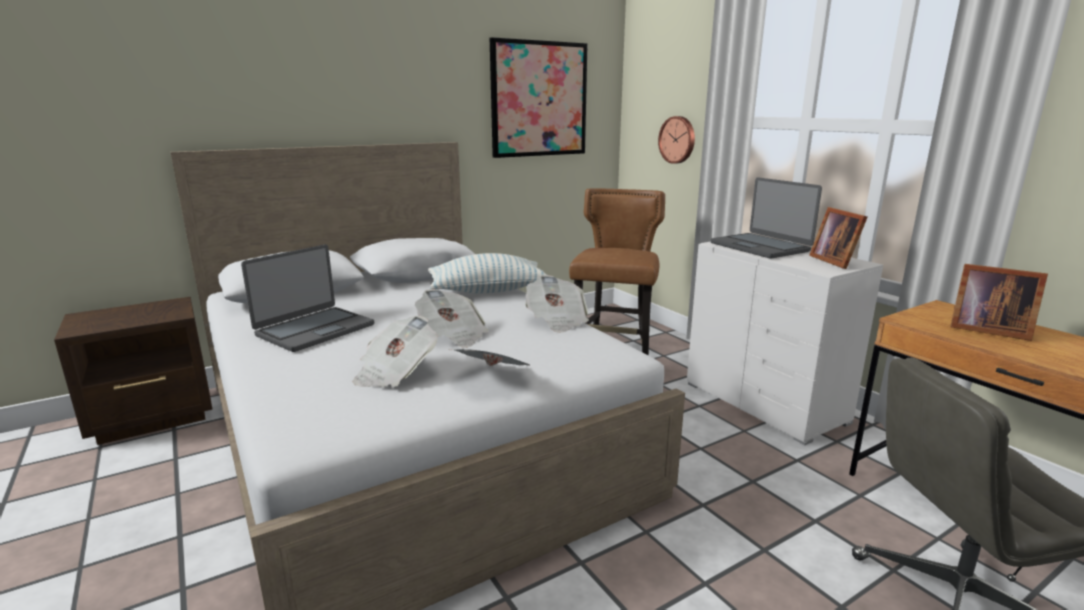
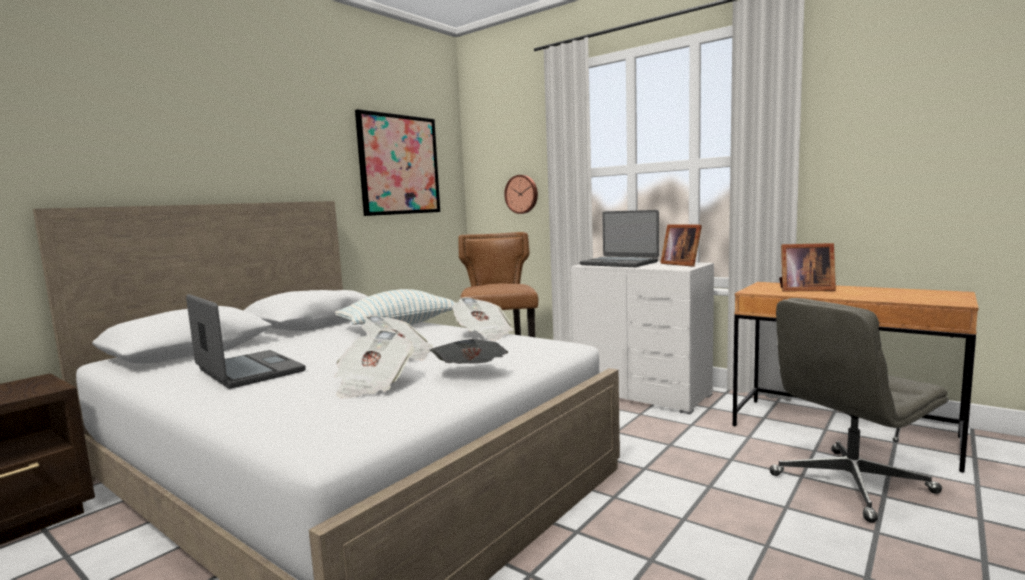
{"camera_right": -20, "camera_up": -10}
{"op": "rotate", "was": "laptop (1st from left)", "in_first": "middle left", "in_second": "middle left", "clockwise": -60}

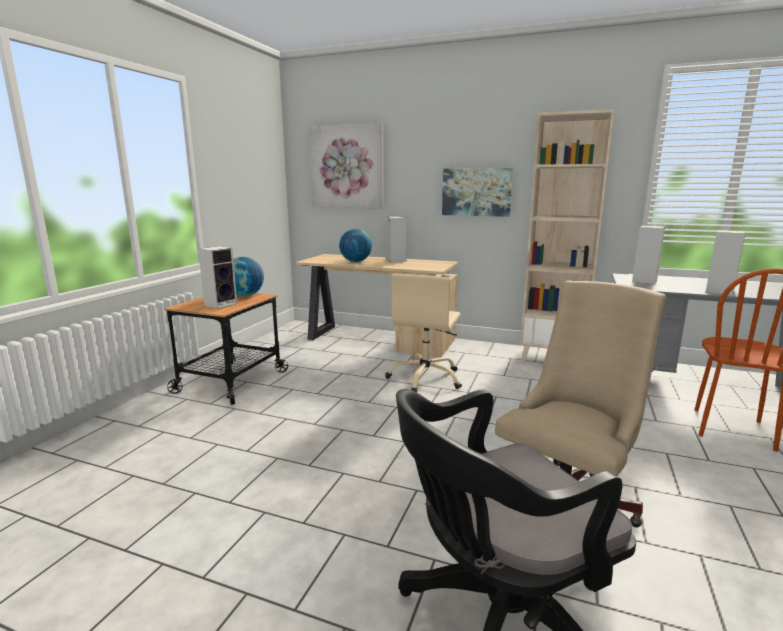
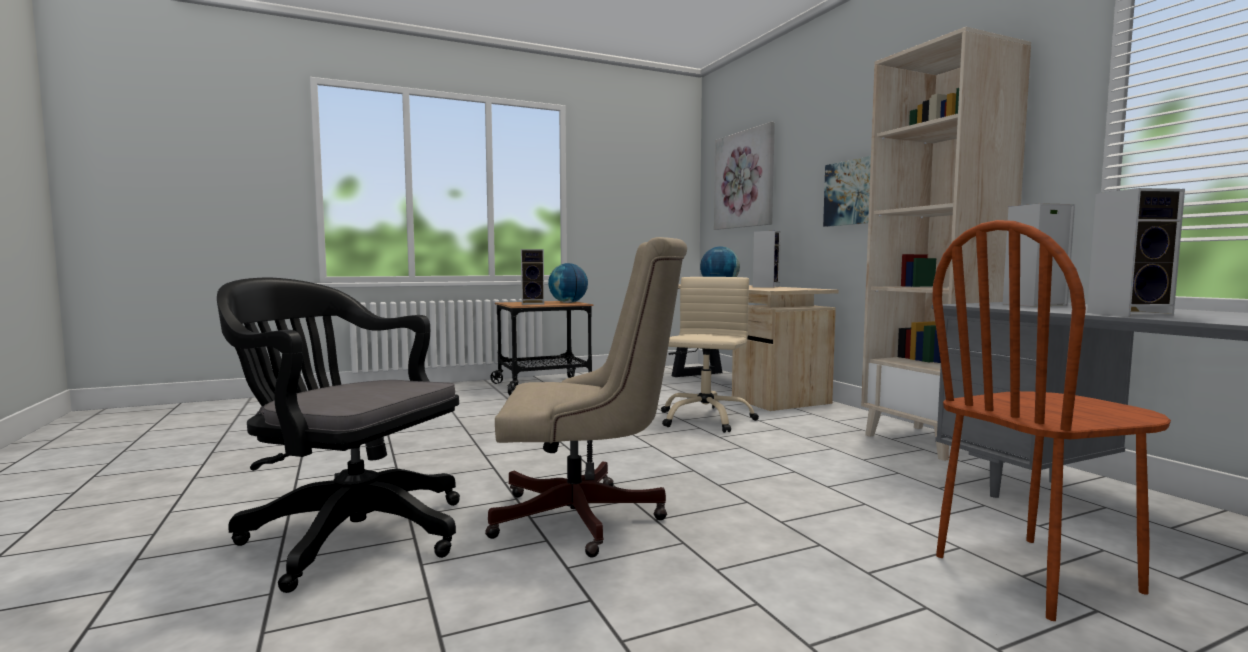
{"camera_right": 45, "camera_up": -10}
{"op": "rotate", "was": "office chair (beige) (1st from left in the first image)", "in_first": "centre", "in_second": "centre", "clockwise": 135}

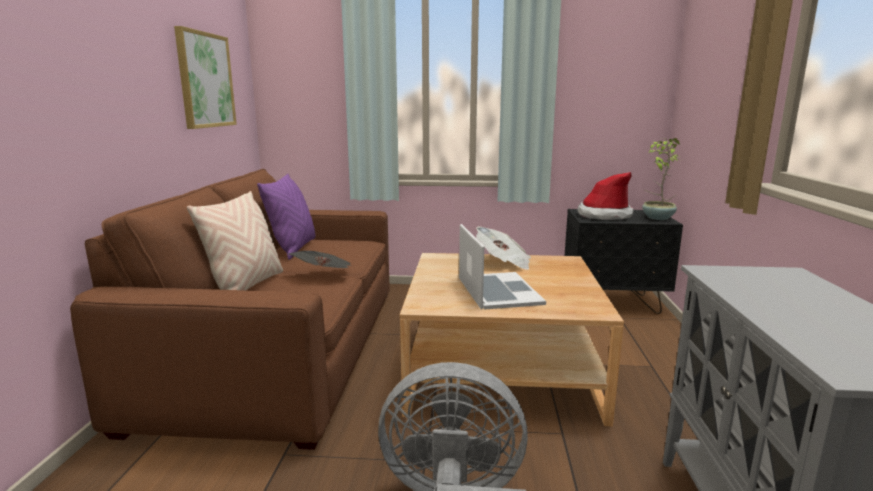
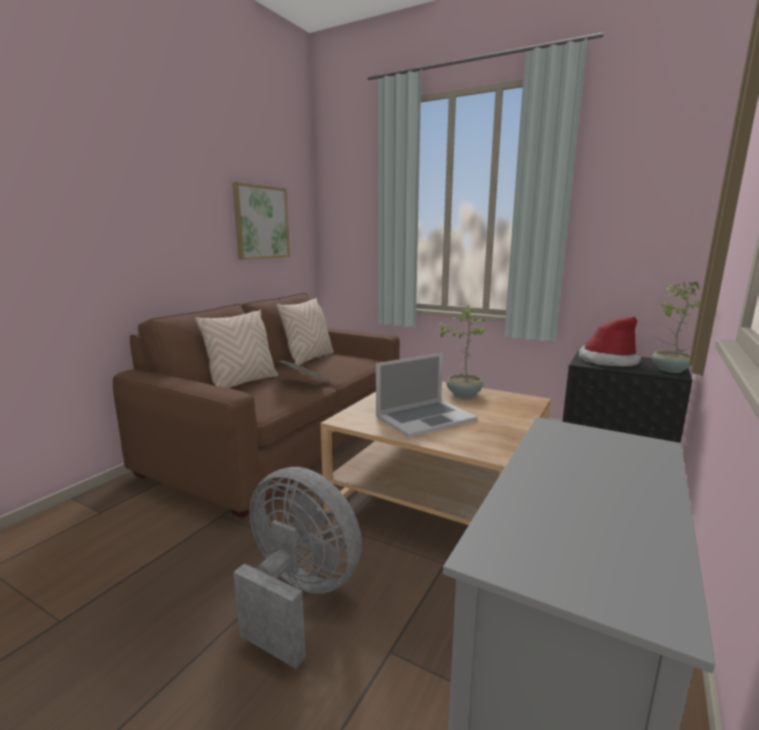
{"camera_right": 25, "camera_up": 0}
{"op": "replace", "was": "newspaper (2nd from left)", "now": "potted plant (1st from left)", "in_first": "centre", "in_second": "centre"}
{"op": "recolor", "was": "pillow (purple)", "now": "pillow (beige) (2nd from left)", "in_first": "middle left", "in_second": "centre"}
{"op": "rotate", "was": "laptop", "in_first": "centre", "in_second": "centre", "clockwise": 45}

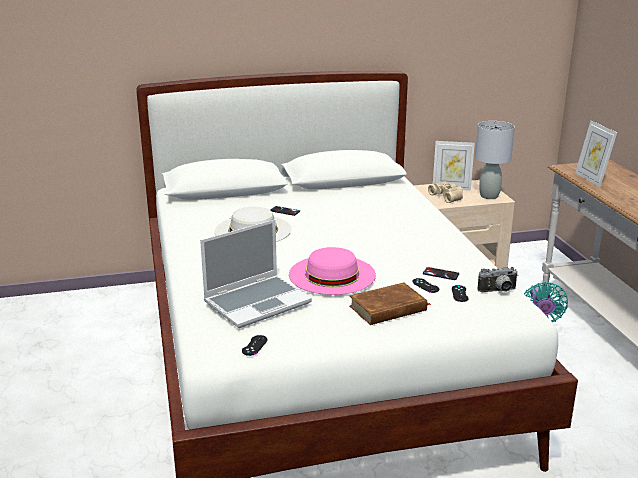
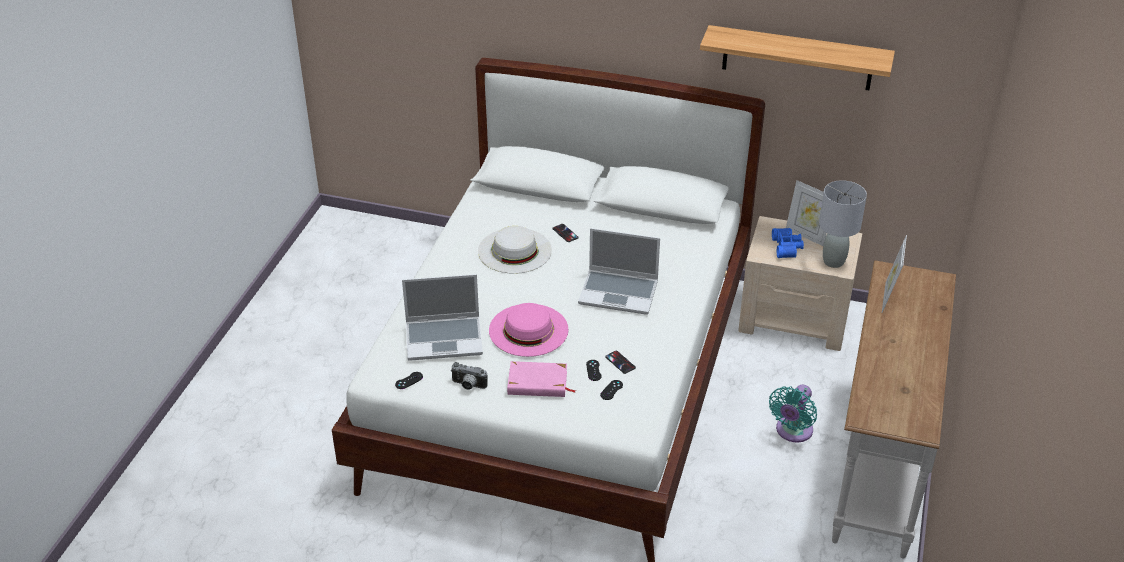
{"camera_right": 30, "camera_up": 15}
{"op": "insert", "now": "laptop (2nd from left)", "in_second": "centre"}
{"op": "insert", "now": "shelf", "in_second": "top right"}
{"op": "move", "was": "photo camera", "in_first": "middle right", "in_second": "bottom centre"}
{"op": "recolor", "was": "book (brown)", "now": "book (pink)", "in_first": "centre", "in_second": "bottom centre"}
{"op": "recolor", "was": "binoculars (beige)", "now": "binoculars (blue)", "in_first": "middle right", "in_second": "middle right"}

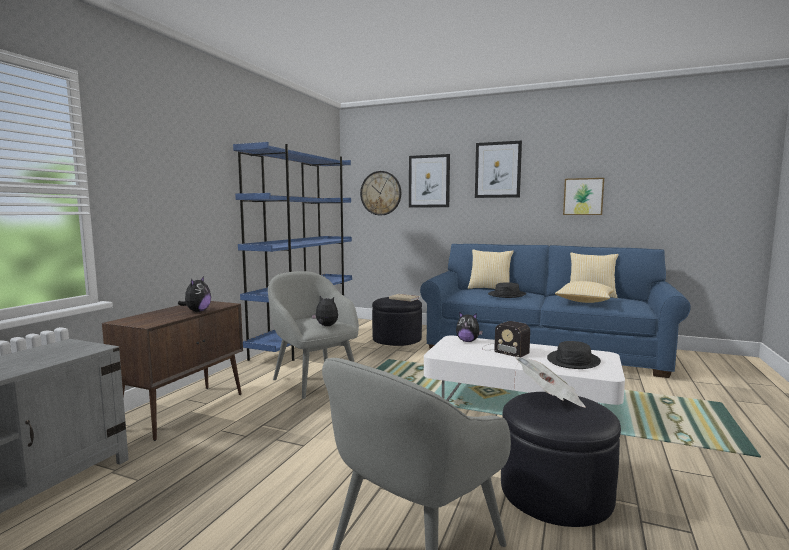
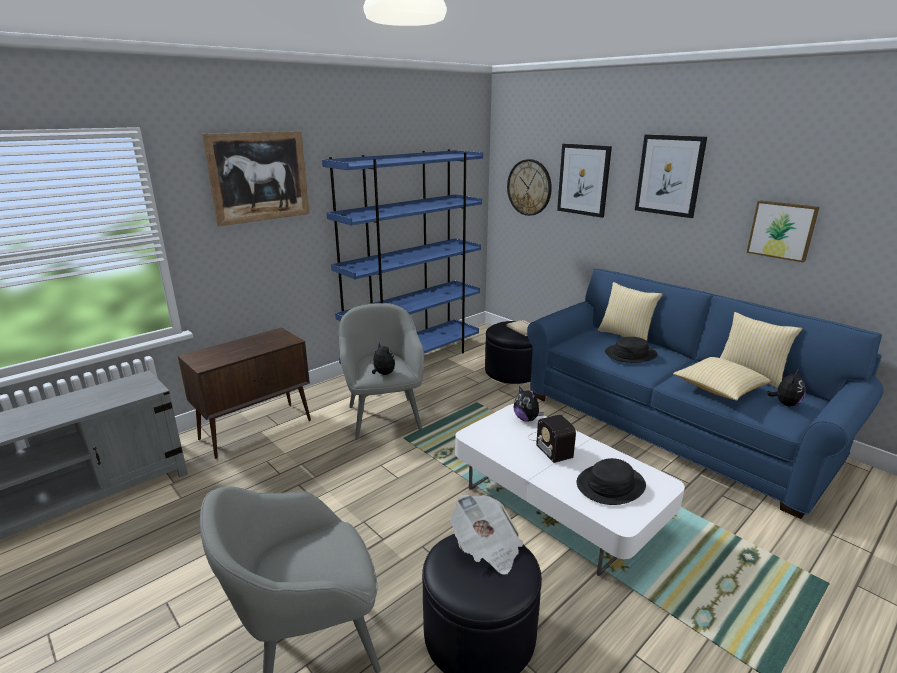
{"camera_right": 25, "camera_up": 15}
{"op": "insert", "now": "picture (1st from left)", "in_second": "top left"}
{"op": "move", "was": "plush toy (1st from left in the first image)", "now": "plush toy (3rd from left)", "in_first": "middle left", "in_second": "middle right"}

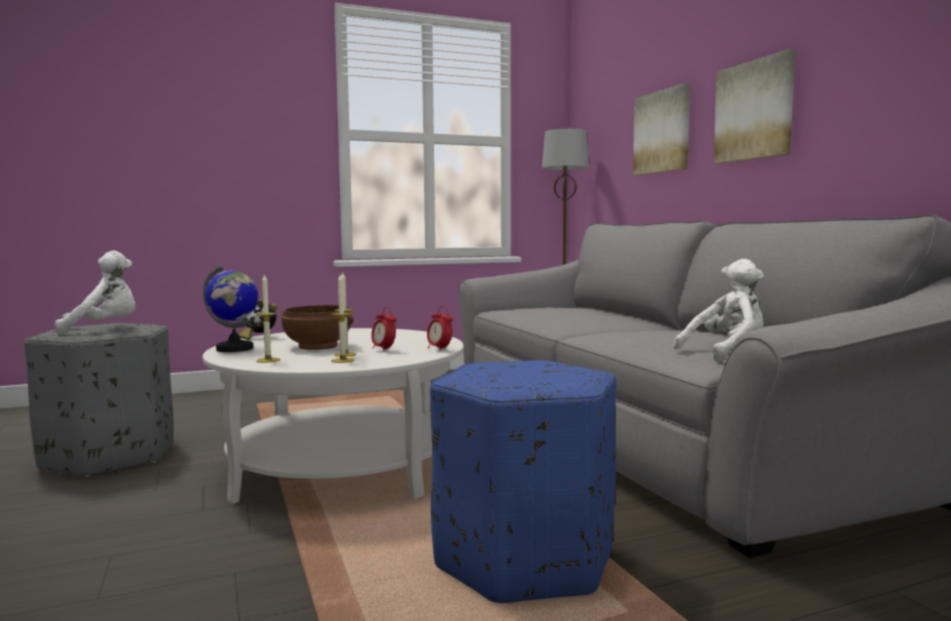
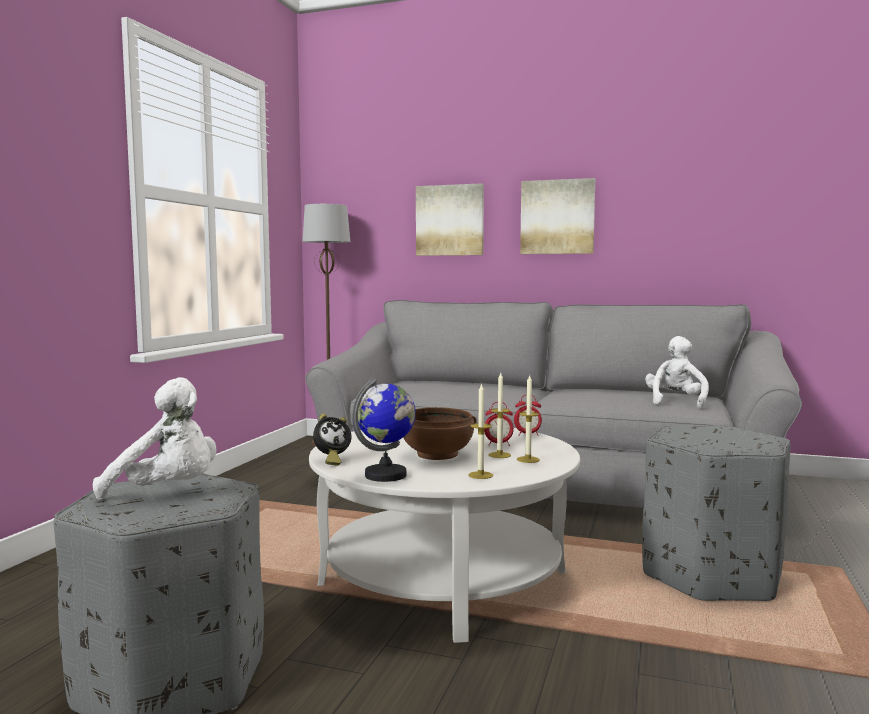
{"camera_right": -50, "camera_up": 0}
{"op": "recolor", "was": "ottoman (blue)", "now": "ottoman (grey) (2nd from left)", "in_first": "bottom centre", "in_second": "bottom right"}
{"op": "rotate", "was": "plush toy (white) (1st from left)", "in_first": "middle left", "in_second": "middle left", "clockwise": 90}

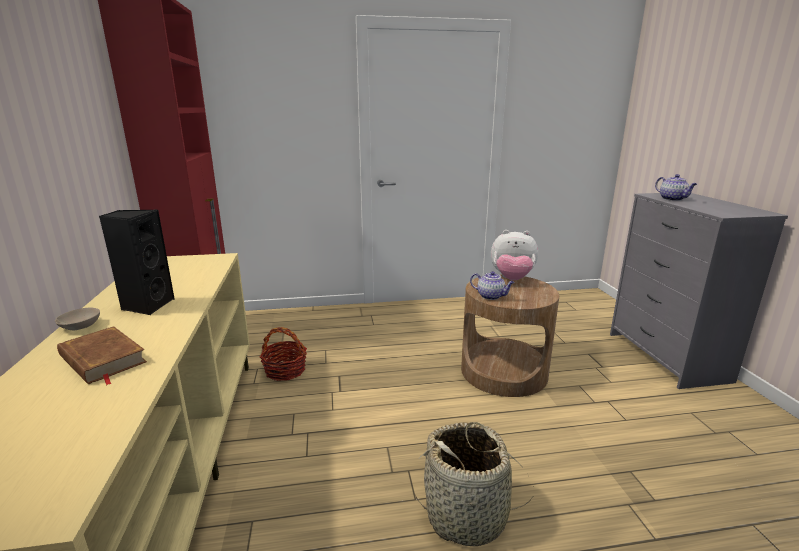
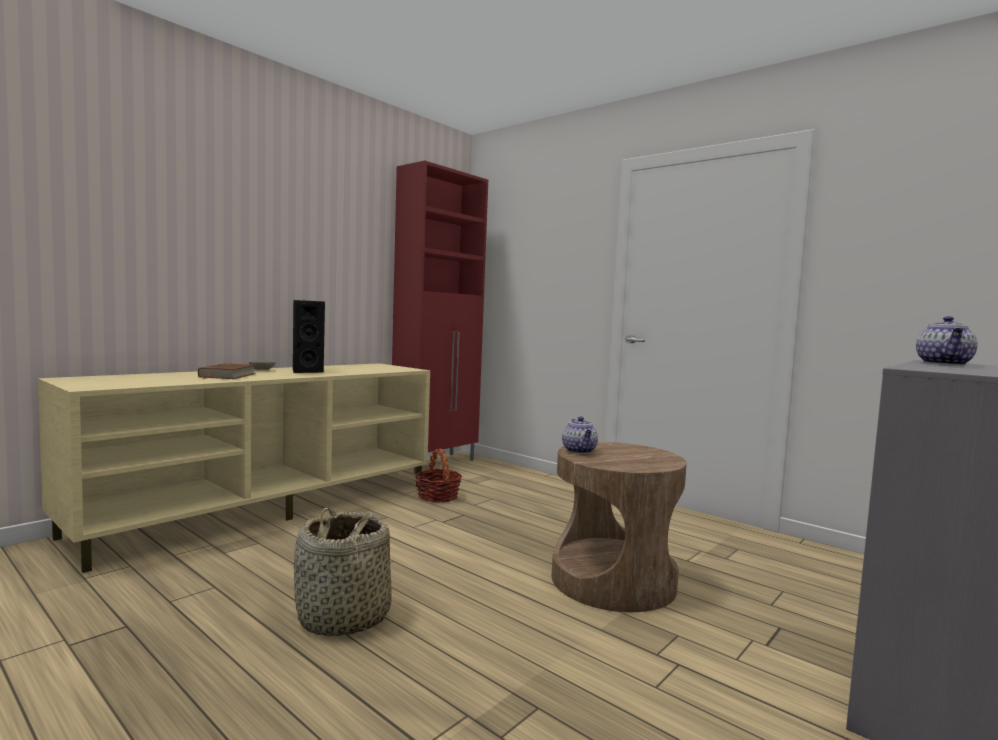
{"camera_right": 50, "camera_up": -15}
{"op": "delete", "was": "plush toy", "in_first": "centre"}

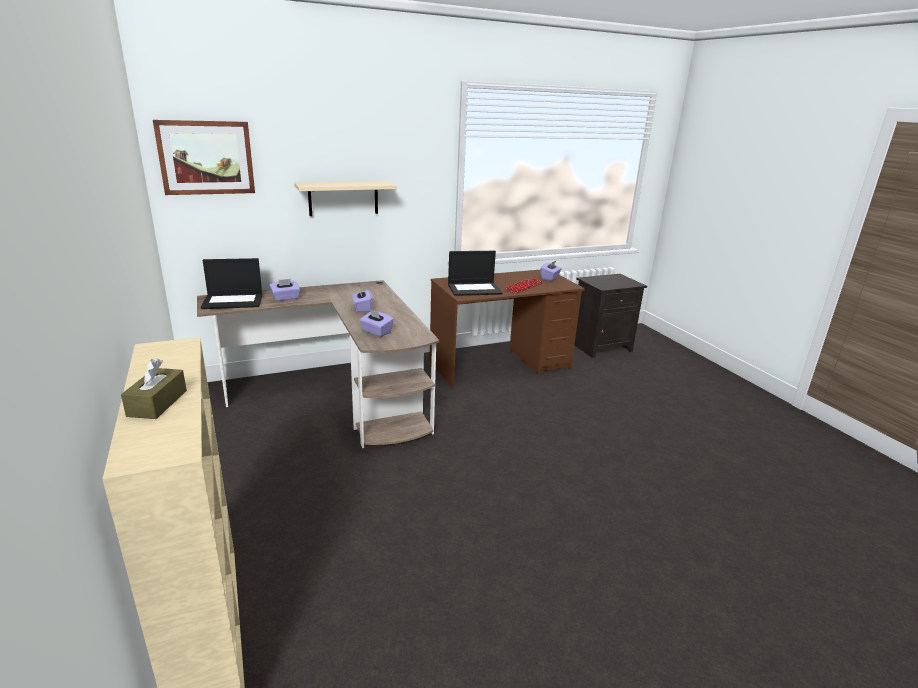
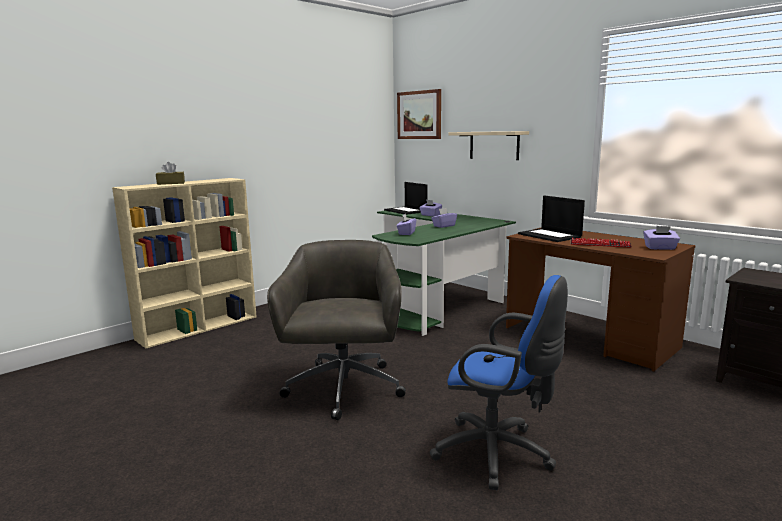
{"camera_right": 70, "camera_up": -10}
{"op": "insert", "now": "office chair (grey)", "in_second": "centre"}
{"op": "insert", "now": "office chair (blue)", "in_second": "bottom centre"}
{"op": "recolor", "was": "desk (brown) (1st from left)", "now": "desk (green)", "in_first": "centre", "in_second": "centre"}

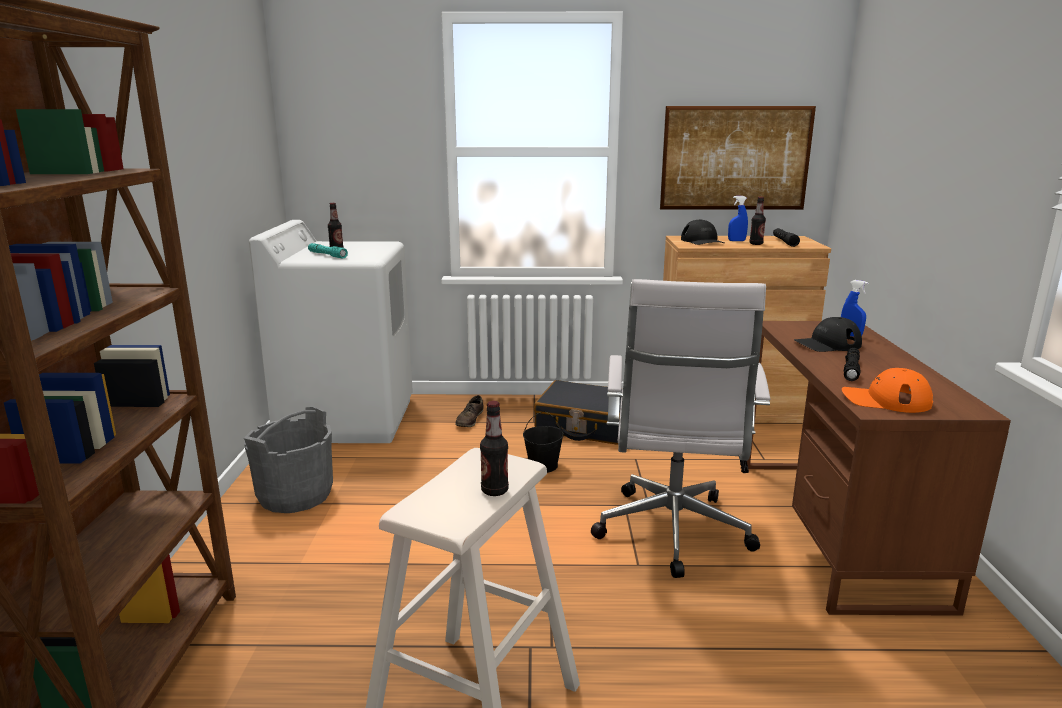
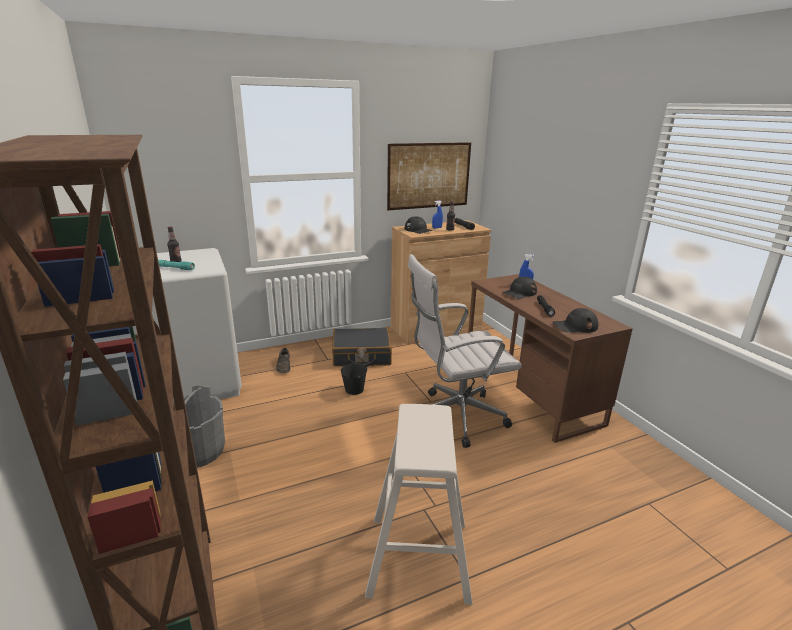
{"camera_right": -25, "camera_up": 5}
{"op": "delete", "was": "bottle (2nd from left)", "in_first": "centre"}
{"op": "recolor", "was": "cap (orange)", "now": "cap (black) (3rd from left)", "in_first": "middle right", "in_second": "middle right"}
{"op": "rotate", "was": "office chair (white)", "in_first": "centre", "in_second": "centre", "clockwise": 90}

